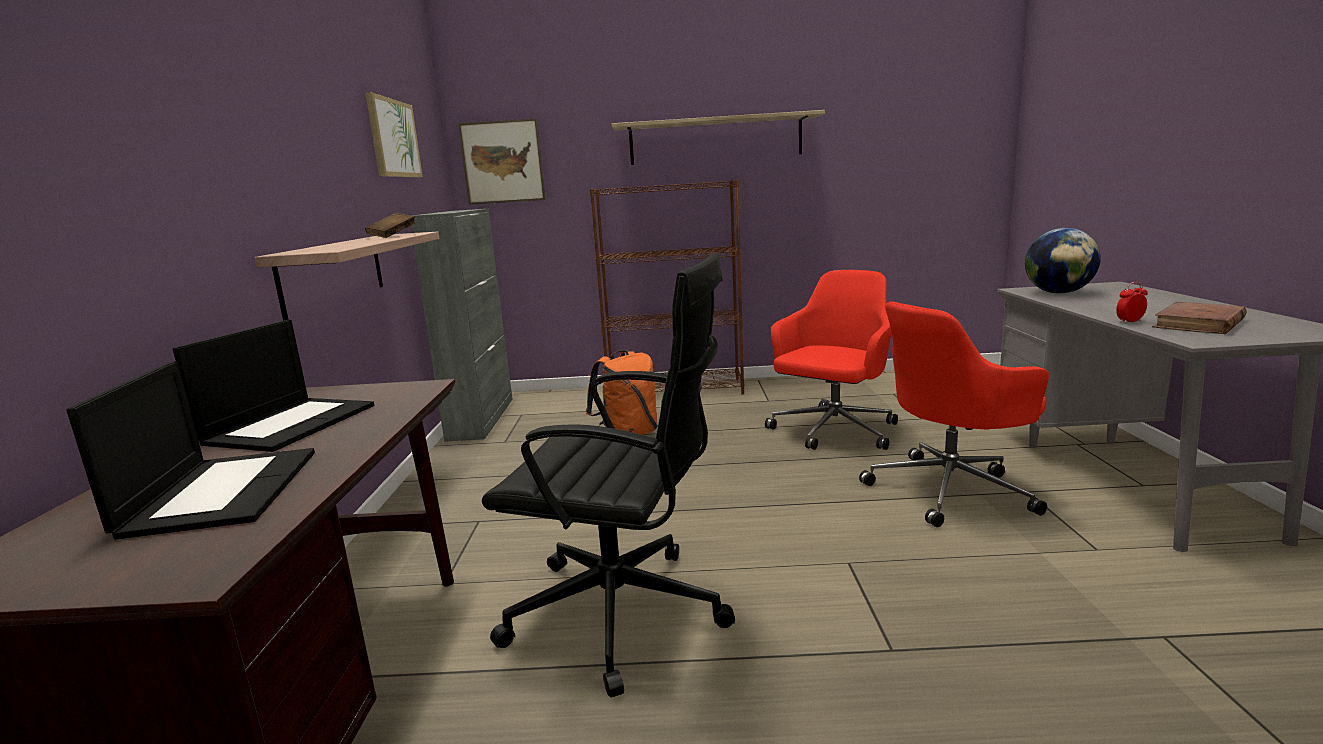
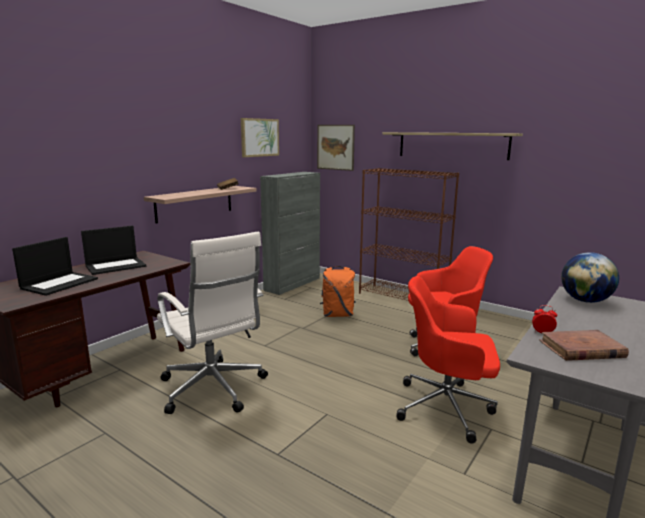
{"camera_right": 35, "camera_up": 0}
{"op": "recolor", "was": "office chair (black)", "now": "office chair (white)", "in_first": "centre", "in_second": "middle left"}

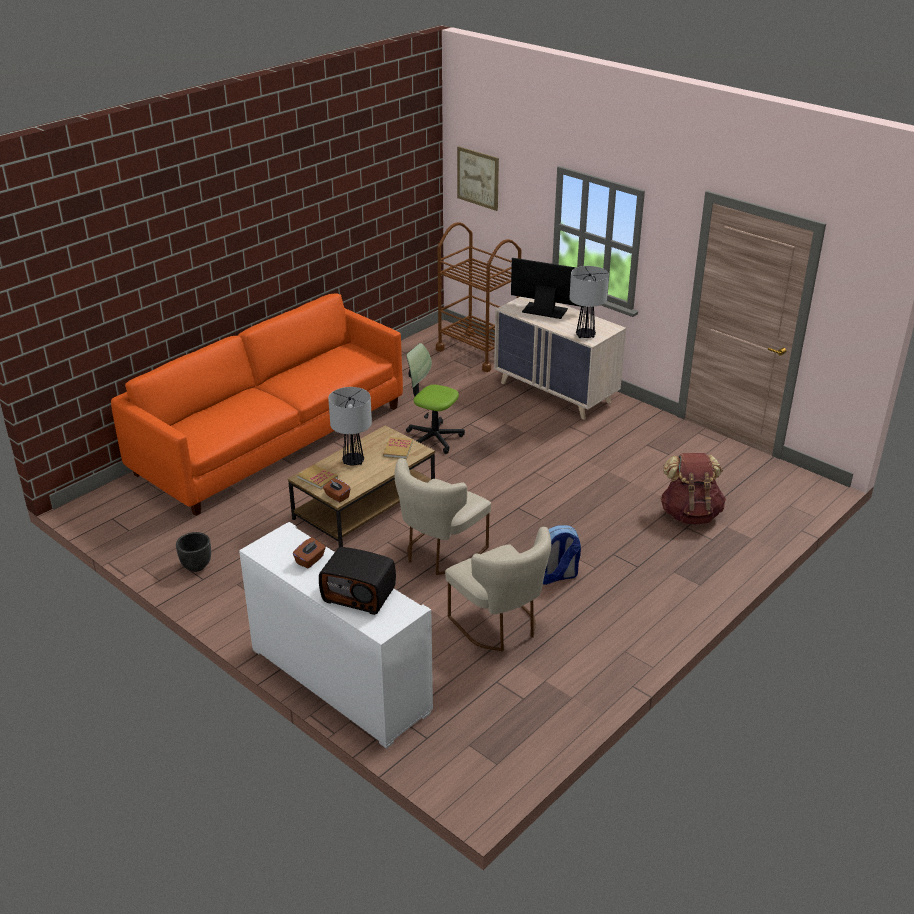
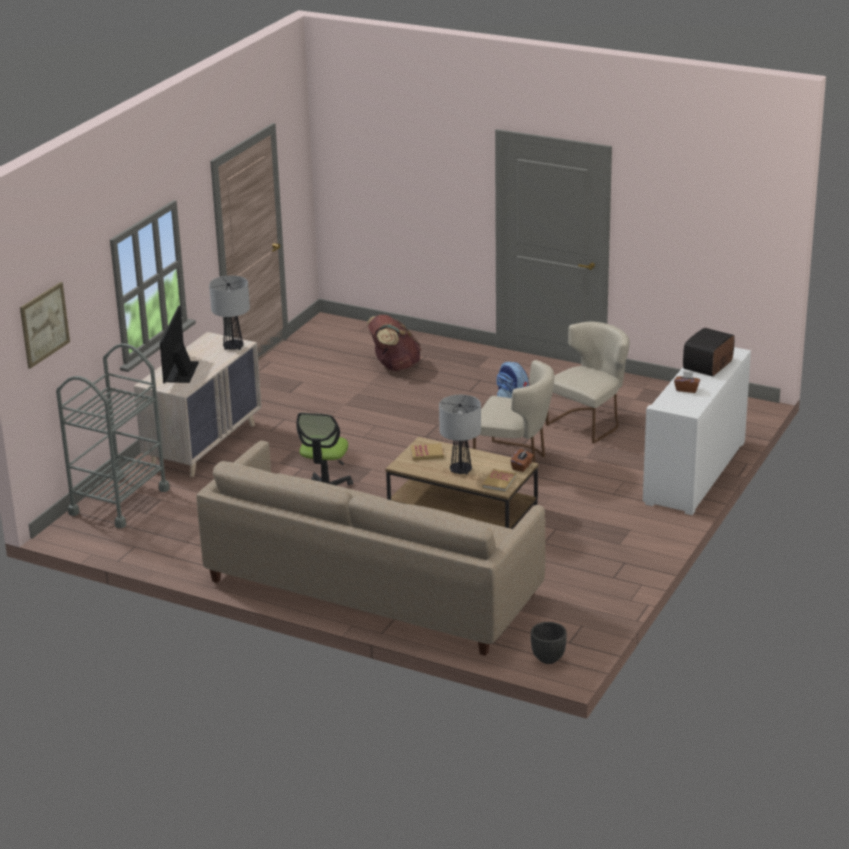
{"camera_right": -105, "camera_up": -5}
{"op": "move", "was": "planter (black)", "in_first": "middle left", "in_second": "bottom centre"}
{"op": "recolor", "was": "sofa (orange)", "now": "sofa (beige)", "in_first": "middle left", "in_second": "centre"}
{"op": "recolor", "was": "cart (brown)", "now": "cart (grey)", "in_first": "top centre", "in_second": "middle left"}
{"op": "rotate", "was": "radio", "in_first": "centre", "in_second": "middle right", "clockwise": -150}

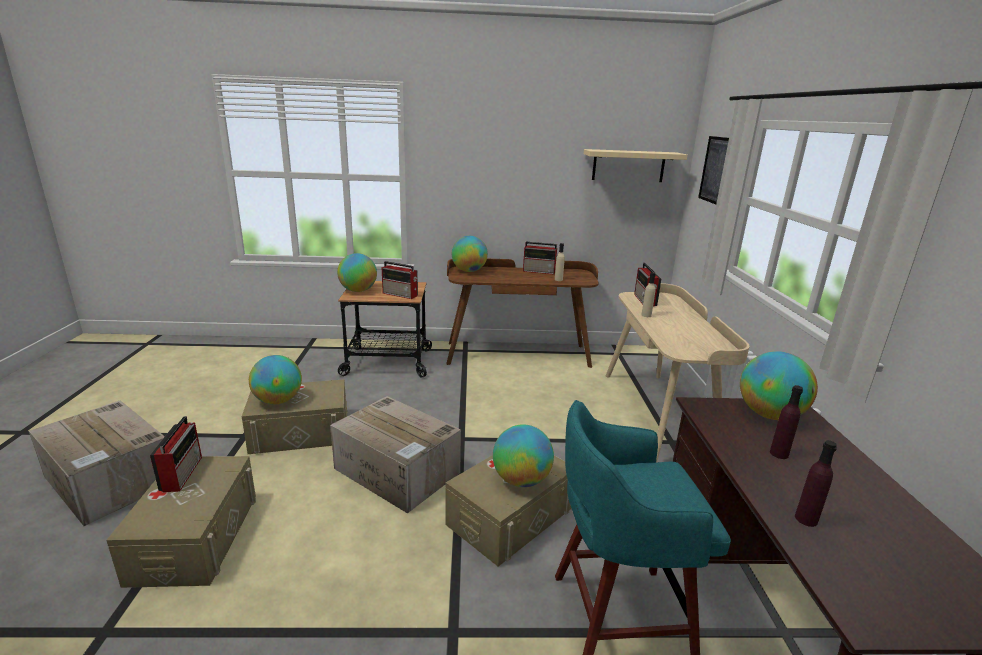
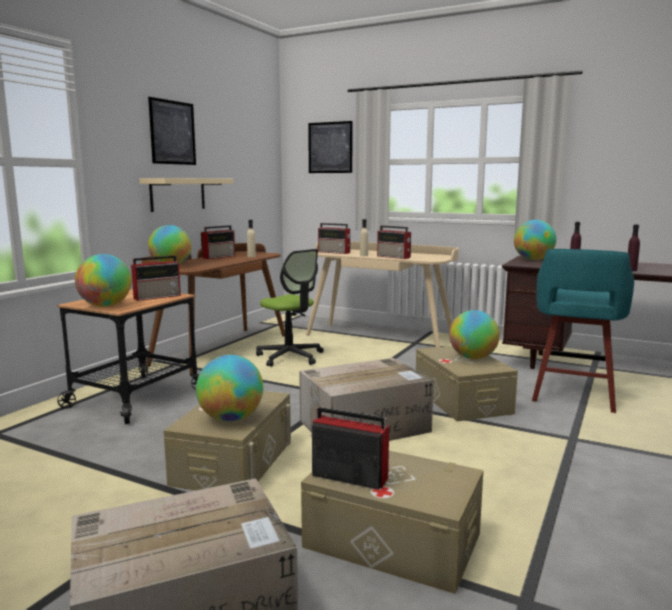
{"camera_right": -60, "camera_up": -10}
{"op": "insert", "now": "picture (1st from left)", "in_second": "top left"}
{"op": "insert", "now": "office chair", "in_second": "centre"}
{"op": "insert", "now": "radio (5th from left)", "in_second": "centre"}
{"op": "move", "was": "shelf (beige)", "in_first": "top centre", "in_second": "top left"}

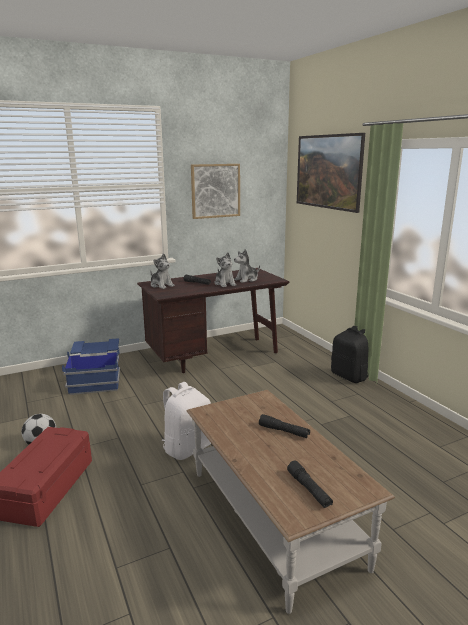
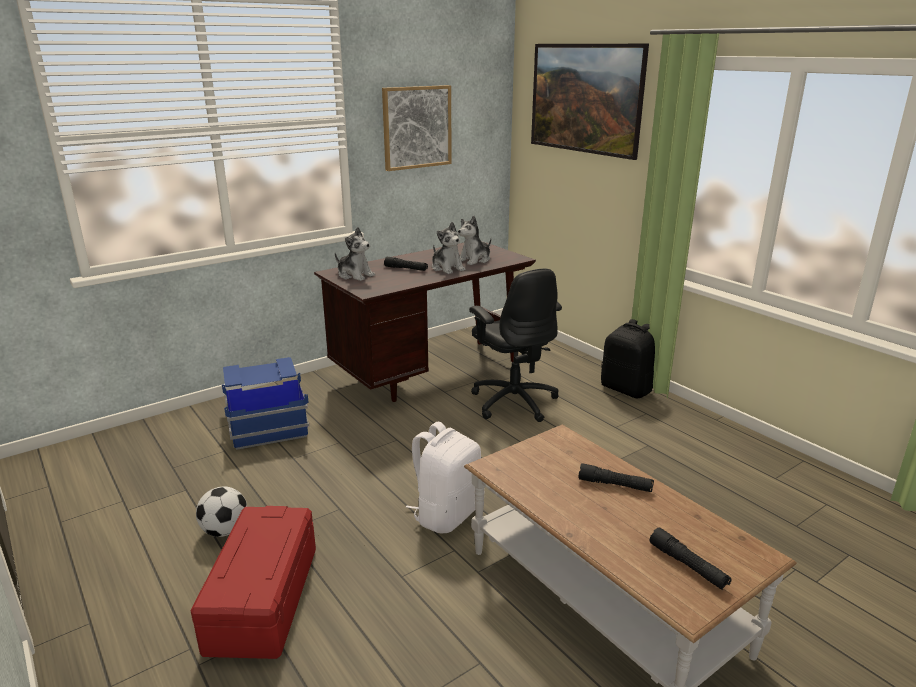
{"camera_right": -10, "camera_up": 5}
{"op": "insert", "now": "office chair (black)", "in_second": "centre"}

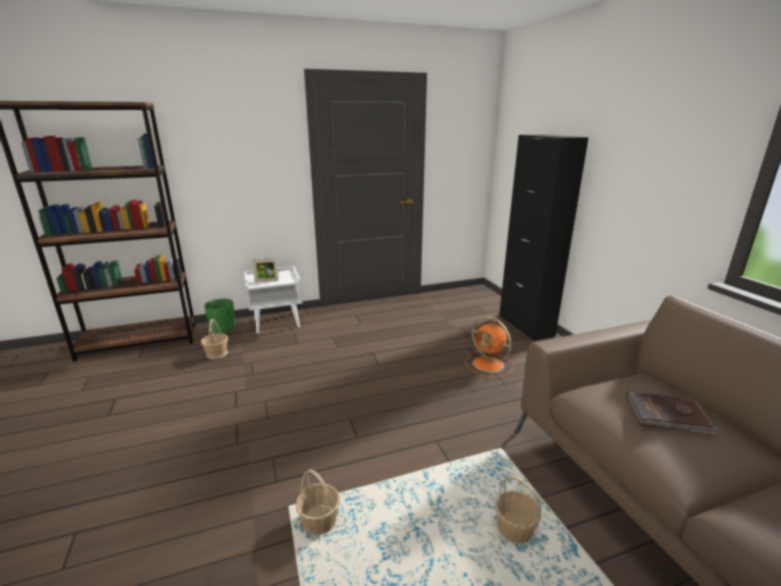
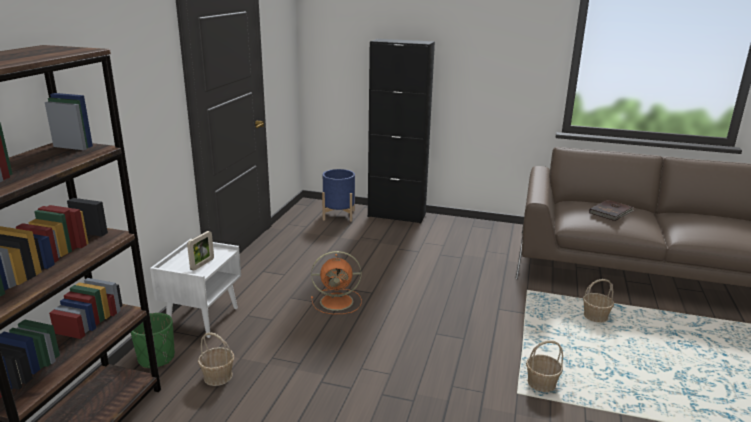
{"camera_right": -55, "camera_up": 0}
{"op": "insert", "now": "planter (blue)", "in_second": "centre"}
{"op": "move", "was": "fan (orange)", "in_first": "centre", "in_second": "bottom centre"}

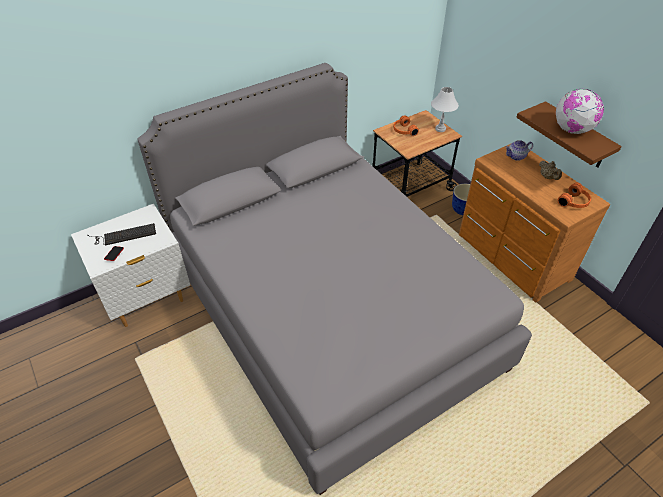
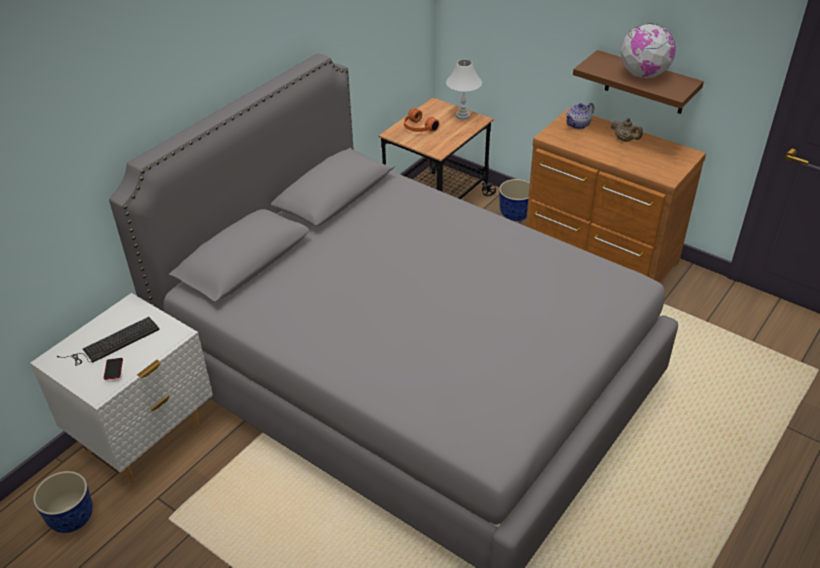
{"camera_right": -20, "camera_up": -5}
{"op": "delete", "was": "headphones (orange) (2nd from left)", "in_first": "middle right"}
{"op": "insert", "now": "planter (1st from left)", "in_second": "bottom left"}

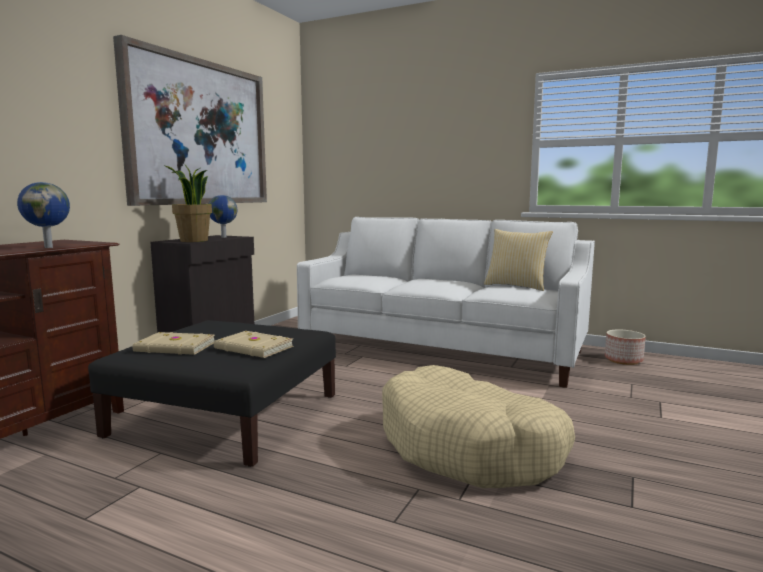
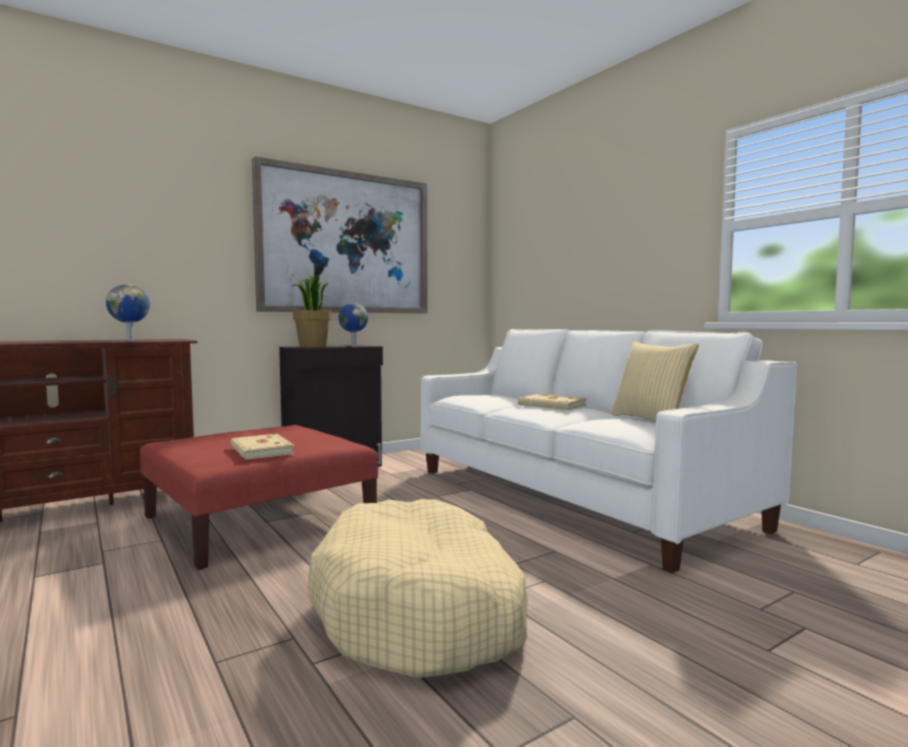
{"camera_right": 30, "camera_up": -5}
{"op": "delete", "was": "planter", "in_first": "middle right"}
{"op": "move", "was": "book (beige) (1st from left in the first image)", "now": "book (beige) (2nd from left)", "in_first": "middle left", "in_second": "centre"}
{"op": "recolor", "was": "ottoman (black)", "now": "ottoman (red)", "in_first": "bottom left", "in_second": "middle left"}

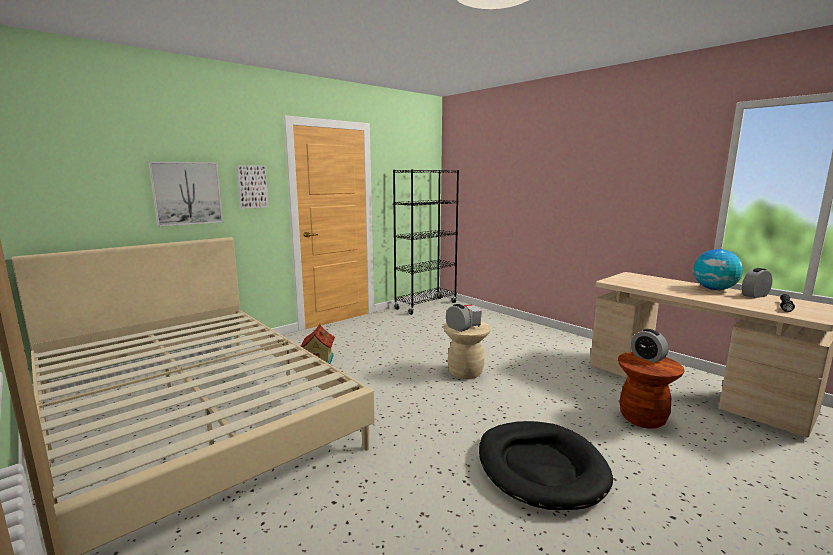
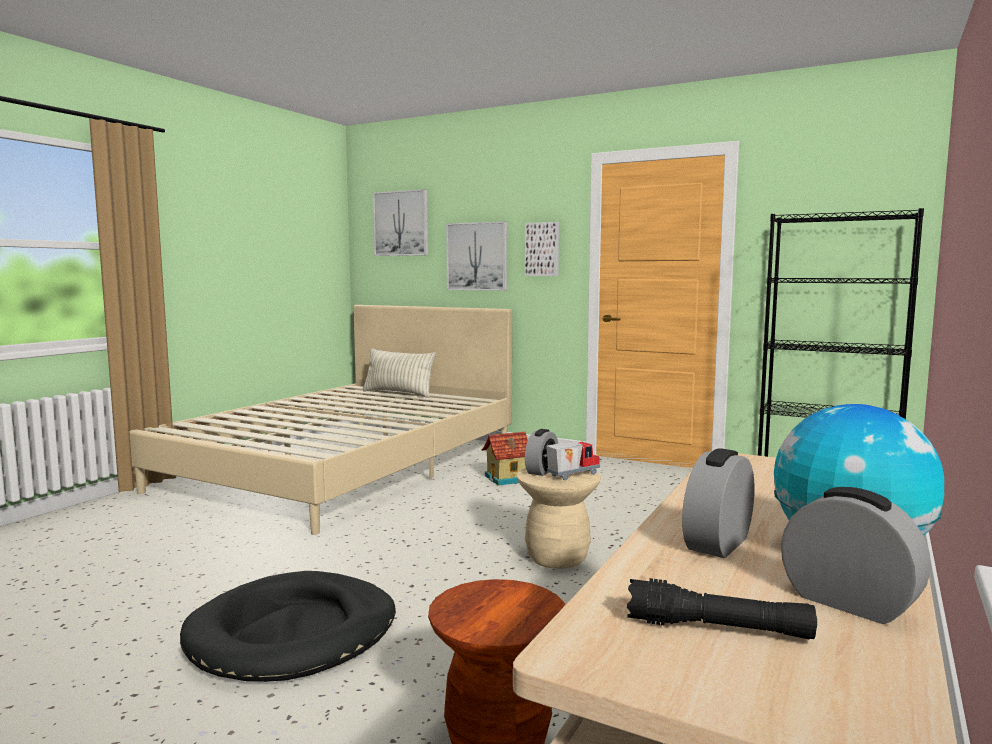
{"camera_right": 70, "camera_up": -5}
{"op": "insert", "now": "pillow", "in_second": "centre"}
{"op": "insert", "now": "picture (1st from left)", "in_second": "top centre"}
{"op": "move", "was": "alarm clock (2nd from left)", "in_first": "middle right", "in_second": "bottom right"}

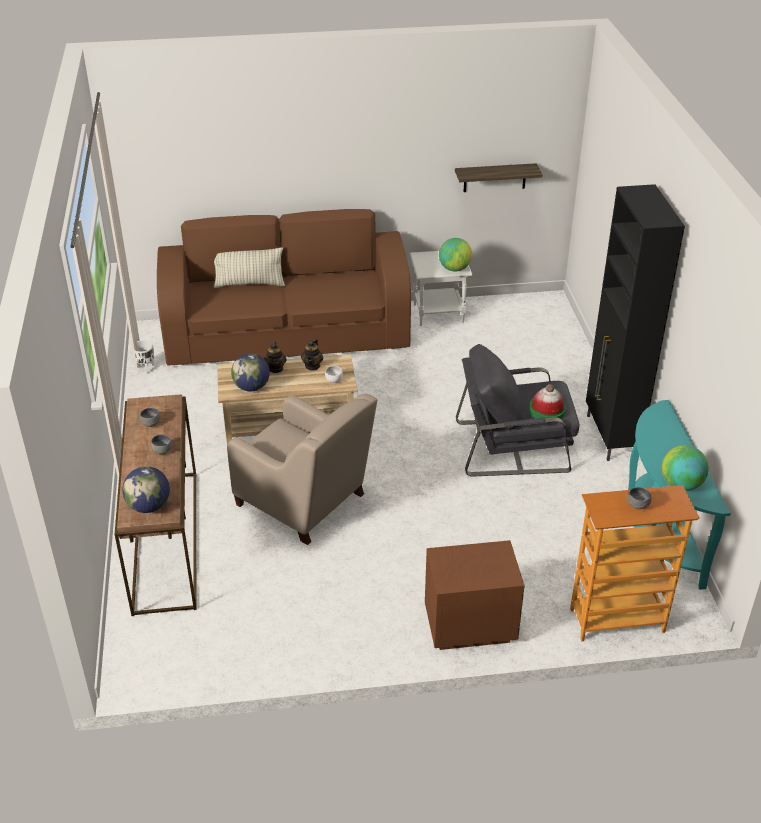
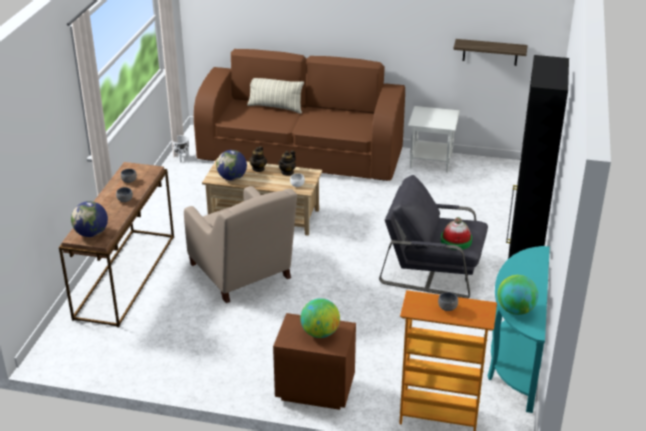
{"camera_right": 20, "camera_up": -5}
{"op": "move", "was": "globe (3rd from left)", "in_first": "top centre", "in_second": "bottom centre"}

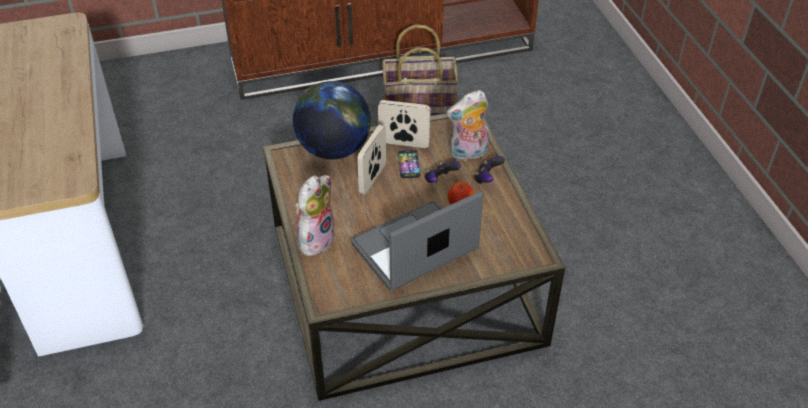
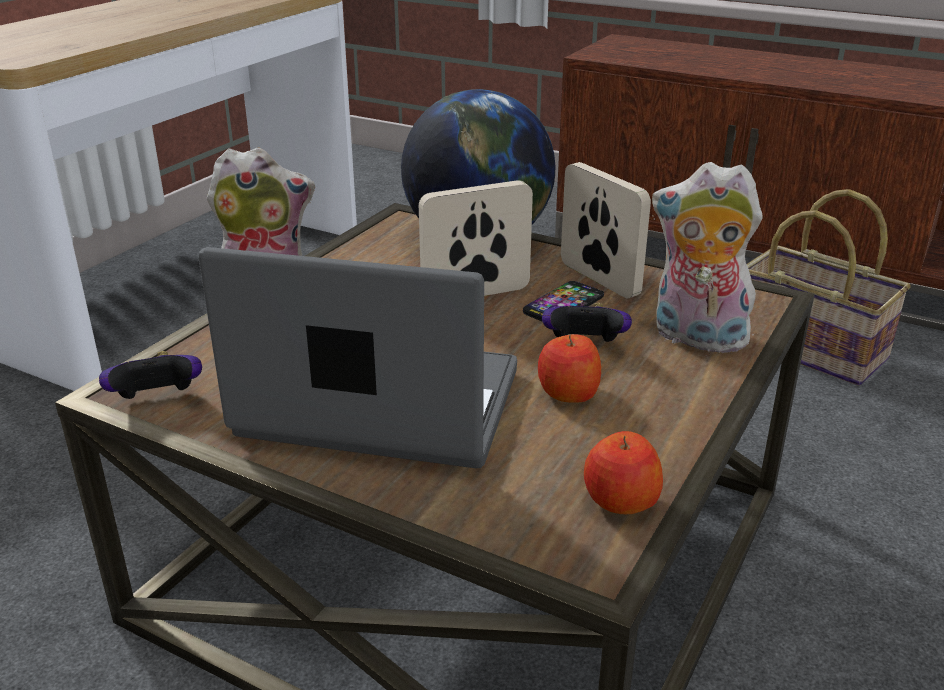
{"camera_right": 45, "camera_up": -15}
{"op": "insert", "now": "apple (2nd from left)", "in_second": "bottom centre"}
{"op": "move", "was": "game controller (2nd from left in the first image)", "now": "game controller (1st from left)", "in_first": "centre", "in_second": "middle left"}

